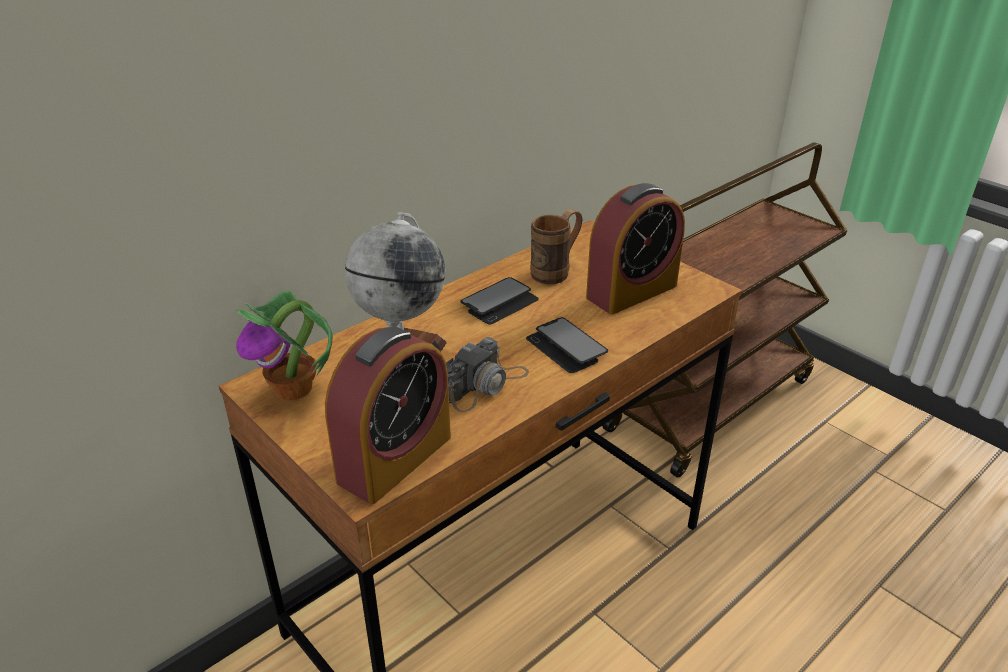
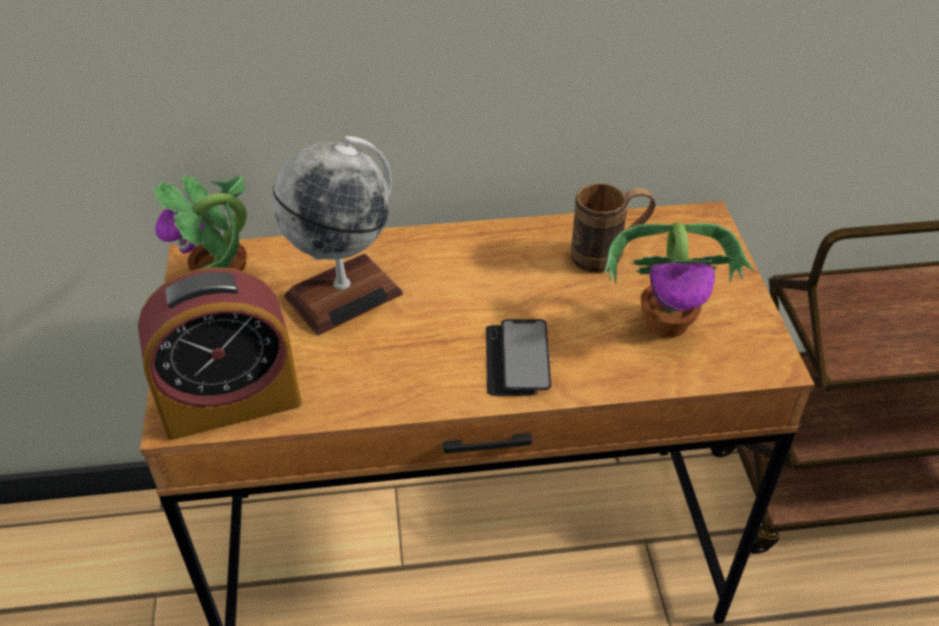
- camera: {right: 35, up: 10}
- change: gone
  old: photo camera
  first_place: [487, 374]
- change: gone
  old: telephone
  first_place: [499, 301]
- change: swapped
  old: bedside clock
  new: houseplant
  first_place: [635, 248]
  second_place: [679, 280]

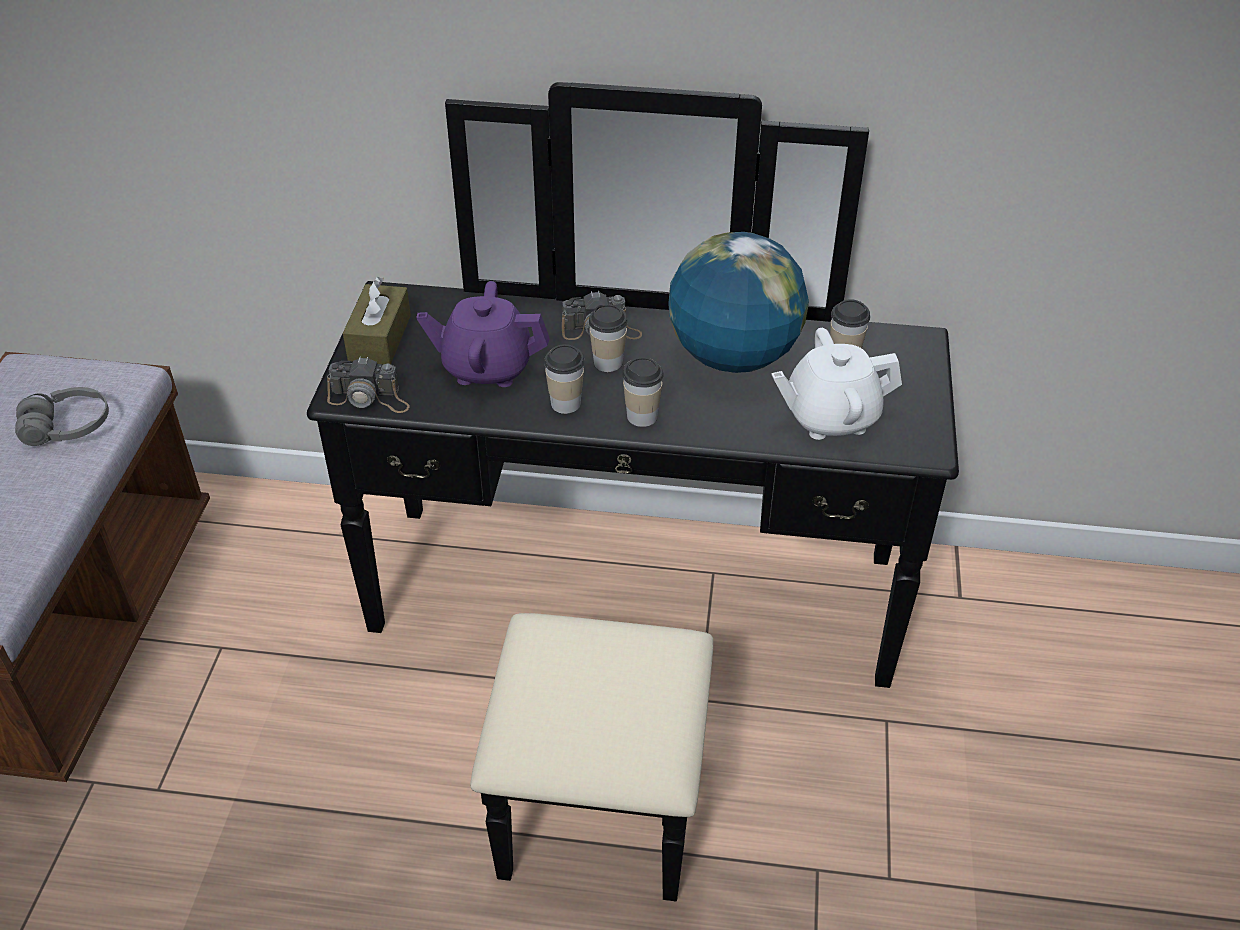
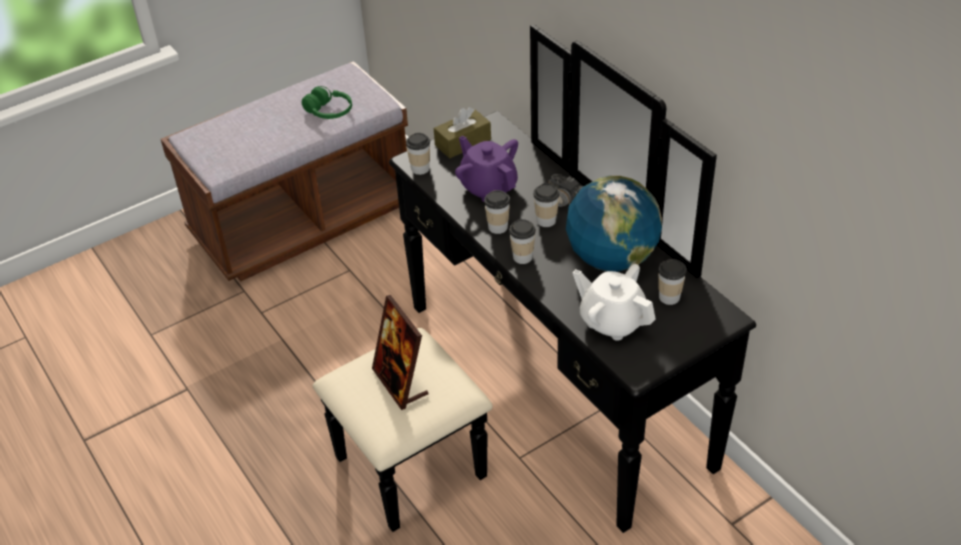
- camera: {right: 50, up: 0}
- change: repainted
  old: pair of headphones/greyish
  new: pair of headphones/green-coloured
  first_place: [62, 416]
  second_place: [327, 102]
- change: swapped
  old: photo camera
  new: drinking cup
  first_place: [368, 385]
  second_place: [418, 154]
- change: new
  new: standing frame
  second_place: [400, 352]

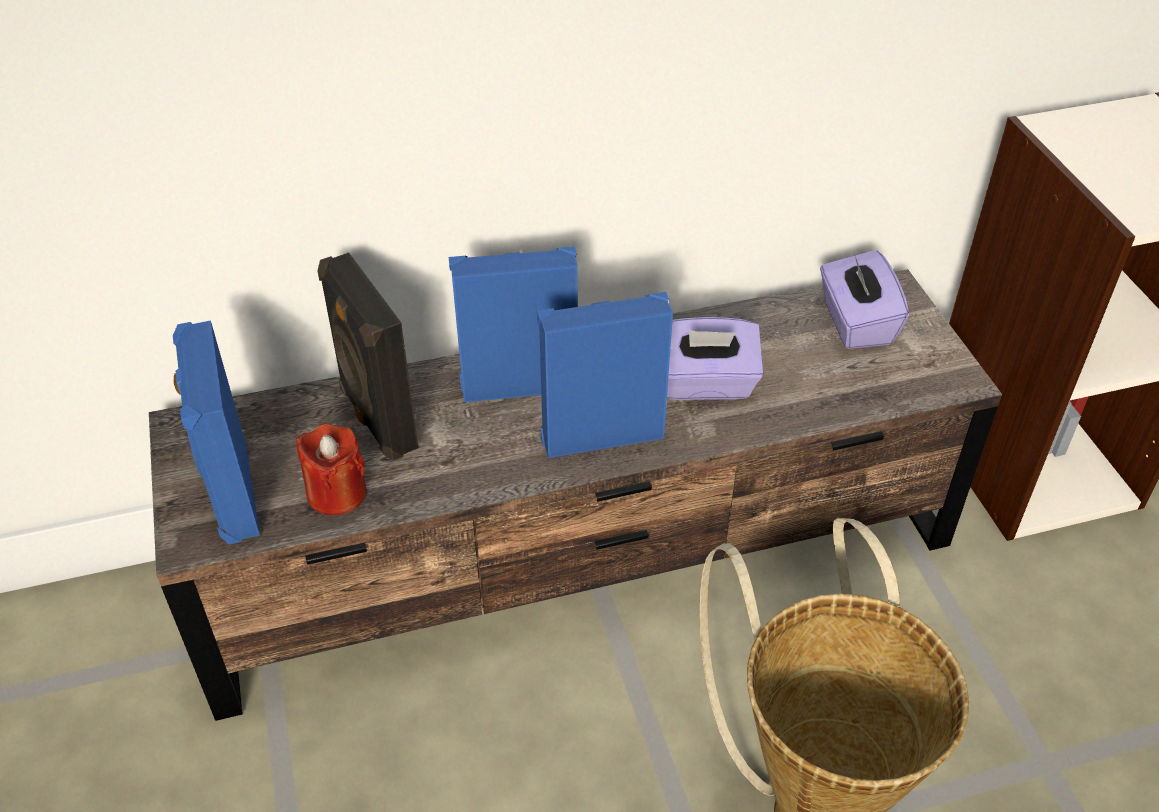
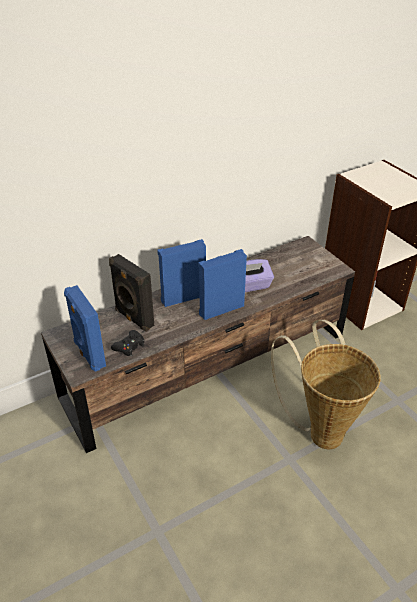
- camera: {right: -15, up: -5}
- change: swapped
  old: wax candle/red-coloured
  new: joypad/black-coloured
  first_place: [331, 469]
  second_place: [128, 343]
- change: gone
  old: tissue box/purple-coloured
  first_place: [864, 299]

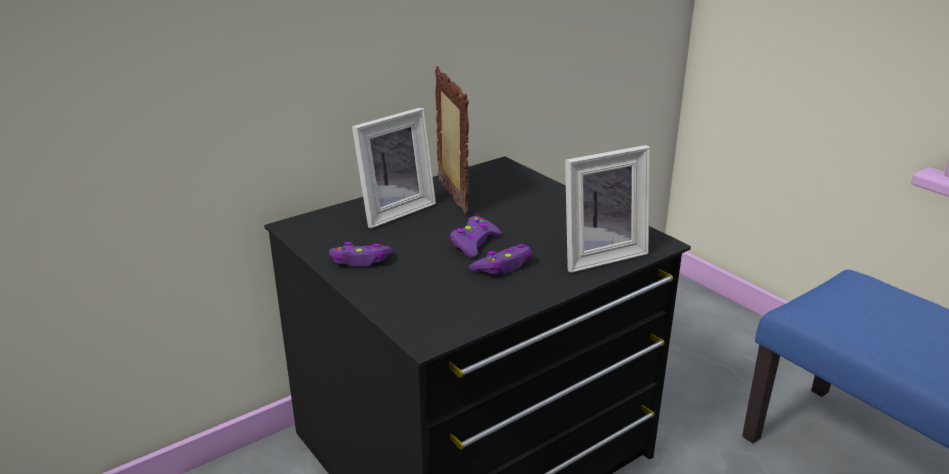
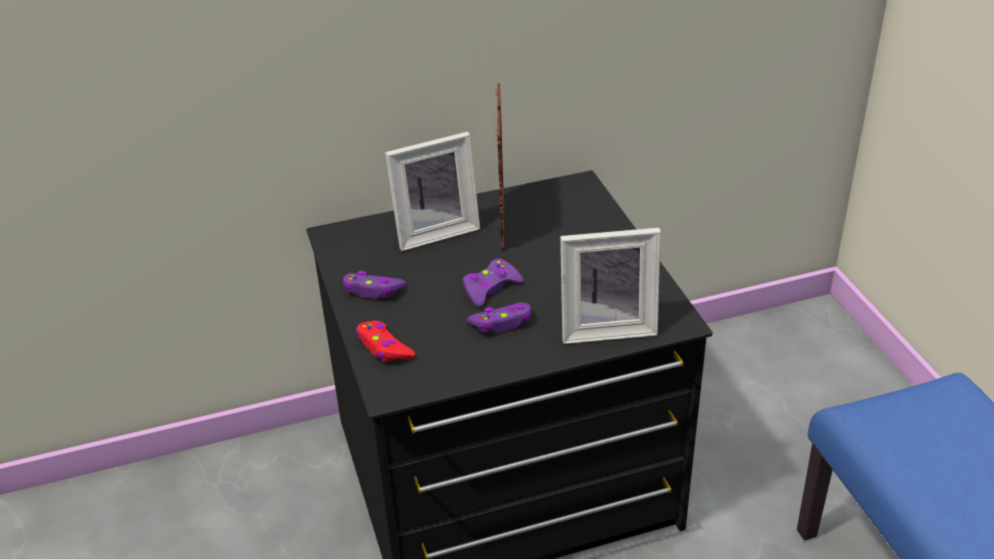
- camera: {right: 20, up: 10}
- change: new
  new: joypad/red-coloured
  second_place: [385, 341]

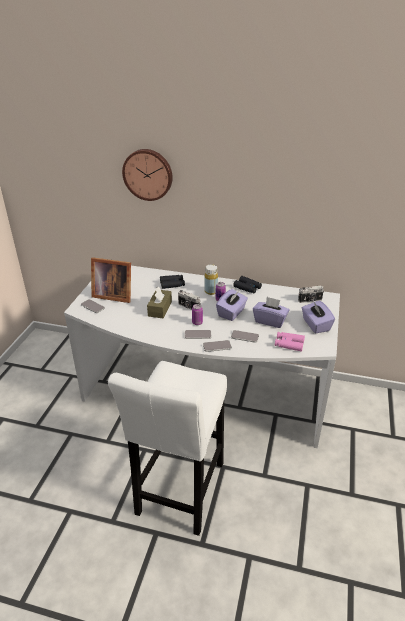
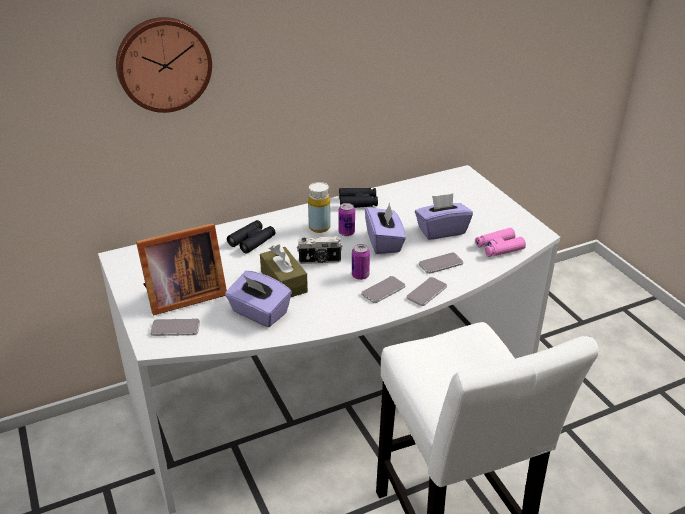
- camera: {right: -40, up: 0}
- change: gone
  old: photo camera
  first_place: [311, 294]
- change: shifted
  old: tissue box/purple-coloured
  first_place: [318, 317]
  second_place: [258, 299]

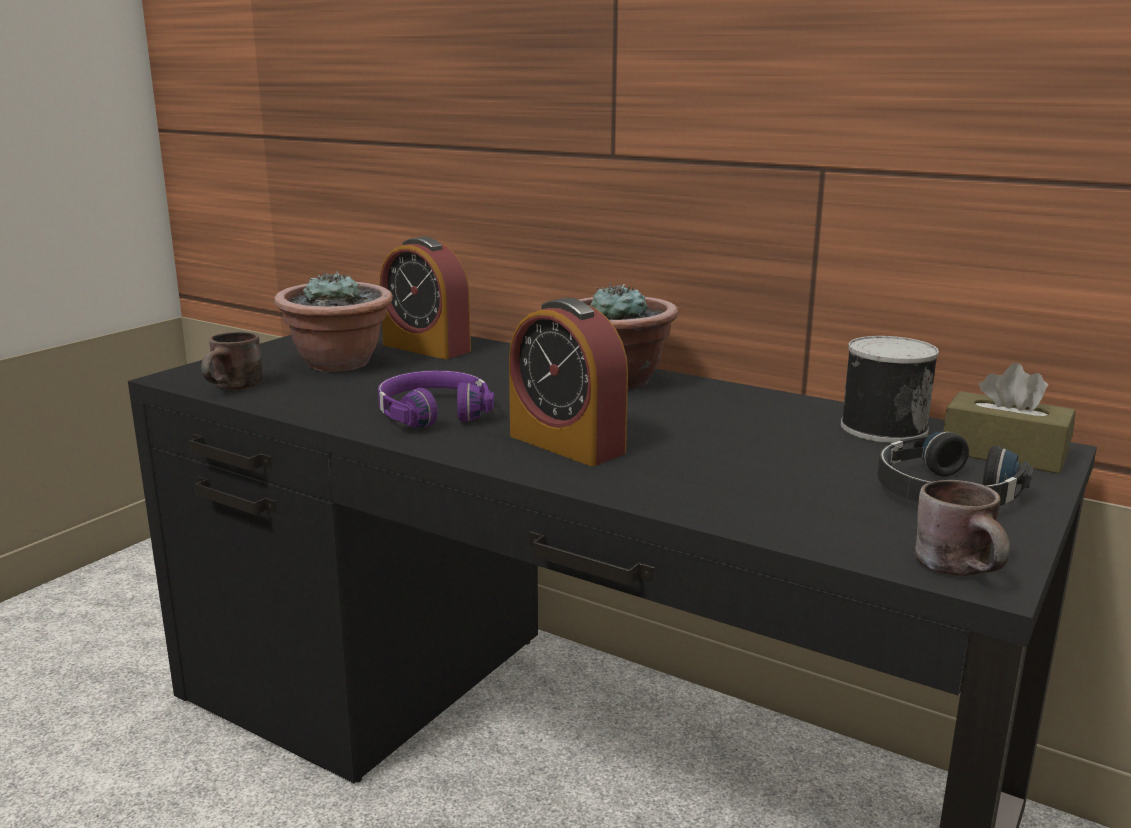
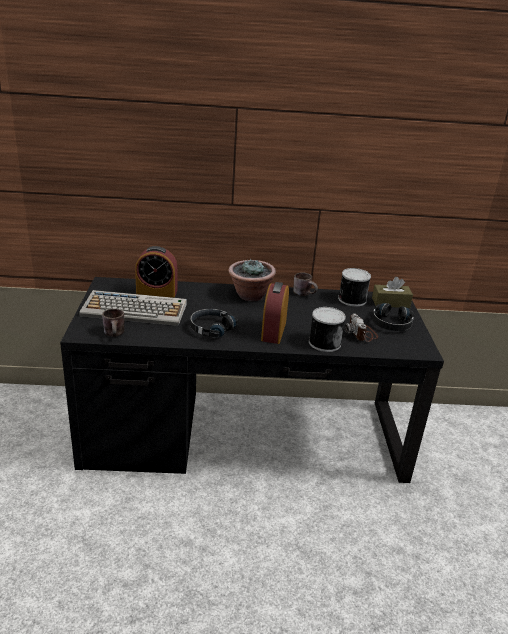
- camera: {right: -35, up: 10}
- change: swapped
  old: houseplant
  new: PC keyboard
  first_place: [333, 321]
  second_place: [133, 308]
- change: repainted
  old: pair of headphones/purple-coloured
  new: pair of headphones/black-coloured
  first_place: [436, 399]
  second_place: [214, 323]
- change: rotated
  old: bedside clock
  first_place: [568, 382]
  second_place: [275, 313]
  degrees: 90
- change: shifted
  old: mug/brown
  first_place: [962, 528]
  second_place: [305, 284]
- change: new
  new: metal can
  second_place: [327, 329]
- change: new
  new: photo camera
  second_place: [361, 327]

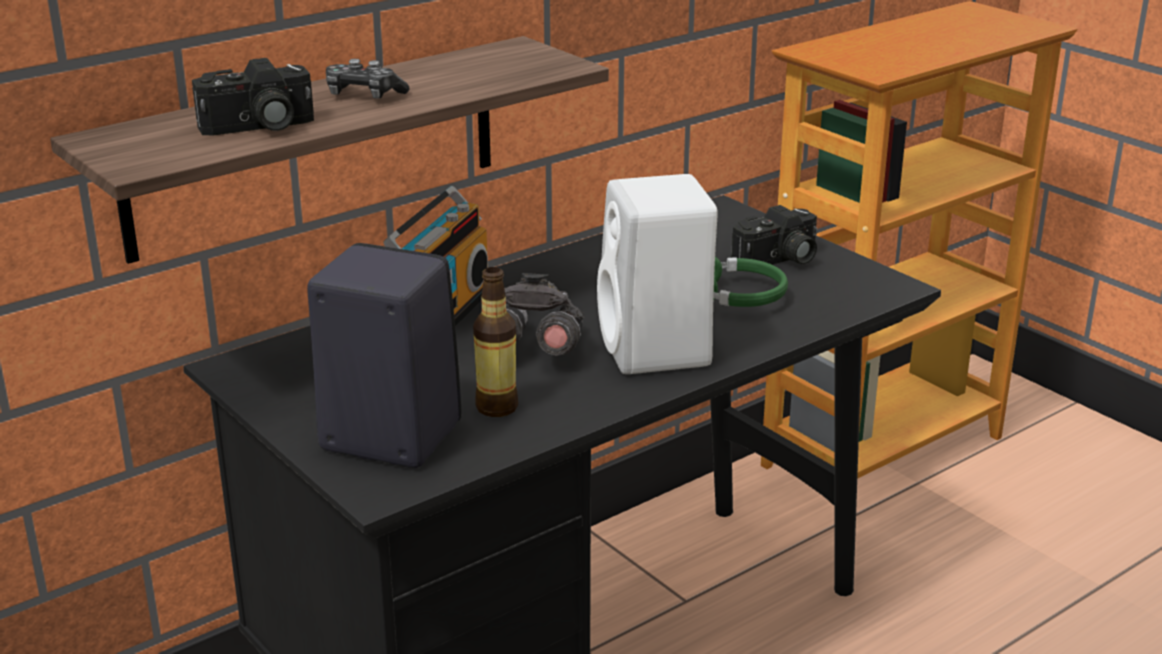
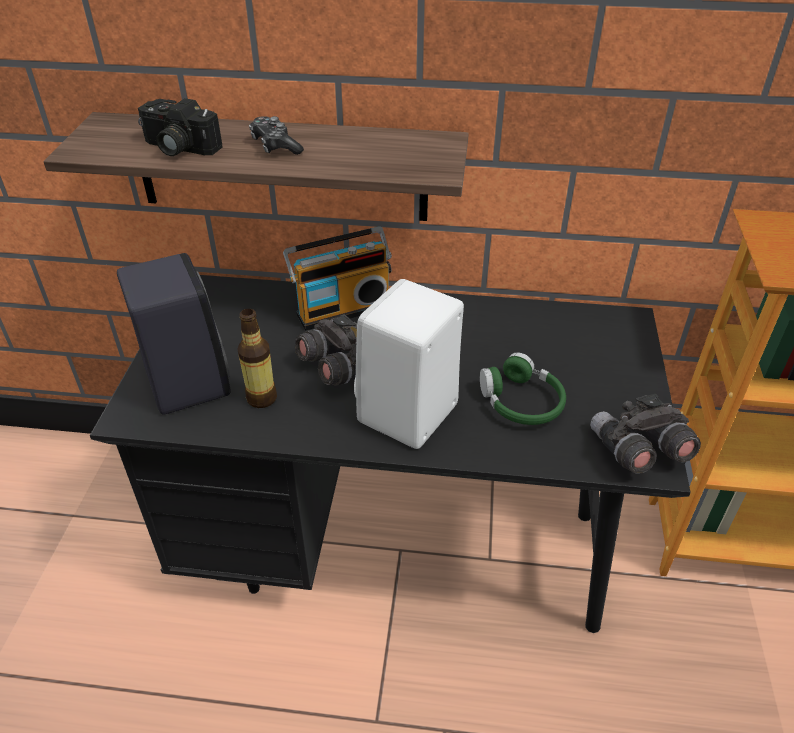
- camera: {right: 45, up: 15}
- change: gone
  old: photo camera
  first_place: [774, 235]
- change: new
  new: binoculars/greyish
  second_place: [645, 434]

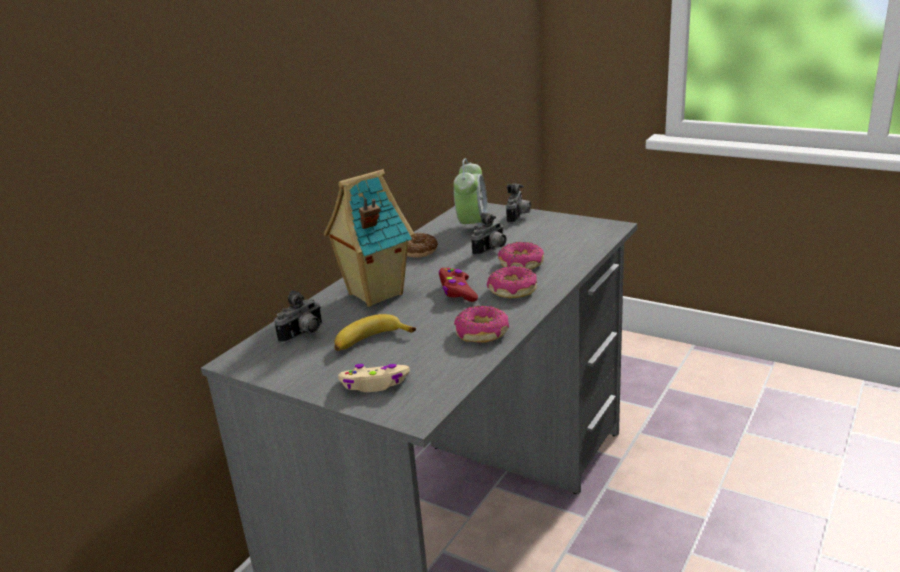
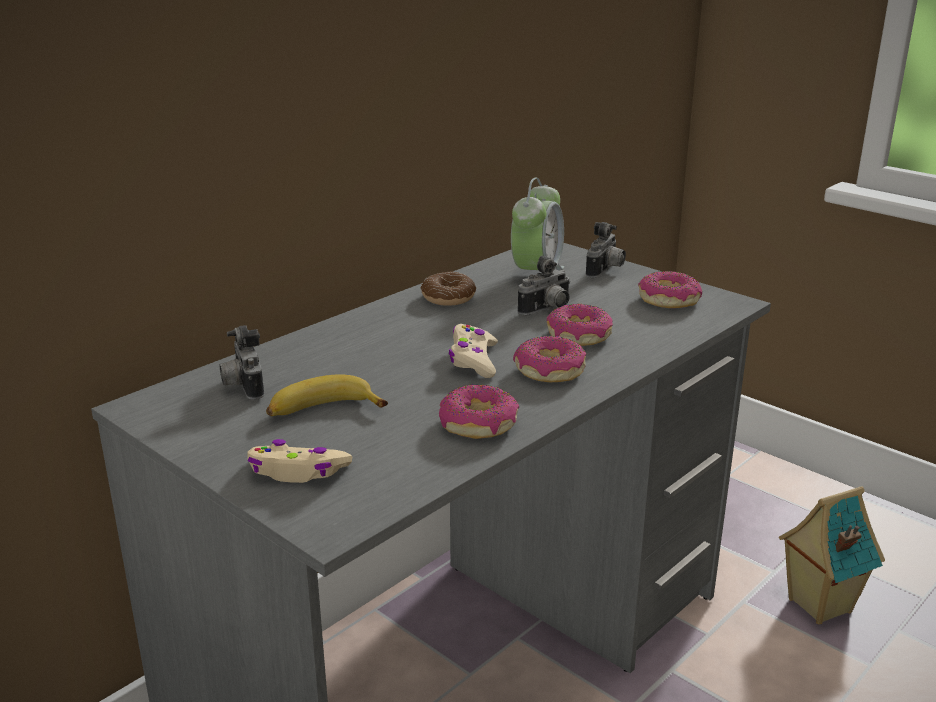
- camera: {right: 10, up: 0}
- change: rotated
  old: photo camera
  first_place: [298, 316]
  second_place: [241, 362]
  degrees: 105
- change: shifted
  old: toy house
  first_place: [369, 238]
  second_place: [832, 555]
- change: repainted
  old: joypad/red-coloured
  new: joypad/beige
  first_place: [458, 285]
  second_place: [473, 351]
- change: new
  new: ring doughnut
  second_place: [670, 289]

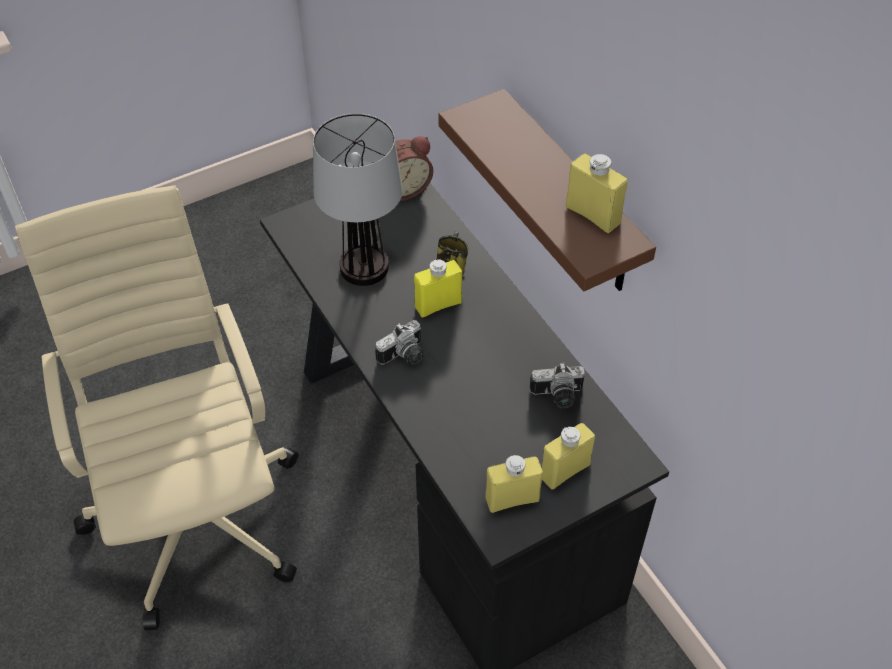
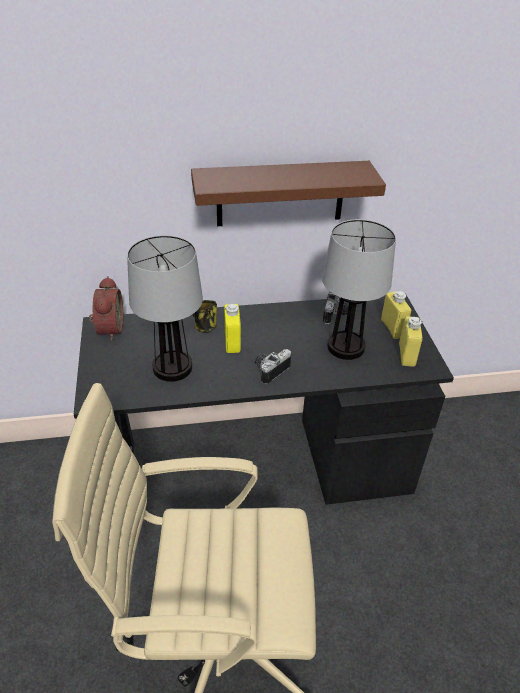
- camera: {right: -70, up: -10}
- change: rotated
  old: photo camera
  first_place: [399, 342]
  second_place: [273, 366]
  degrees: -120
- change: gone
  old: bottle/yellow
  first_place: [597, 193]
- change: new
  new: tabletop lamp
  second_place: [359, 289]

